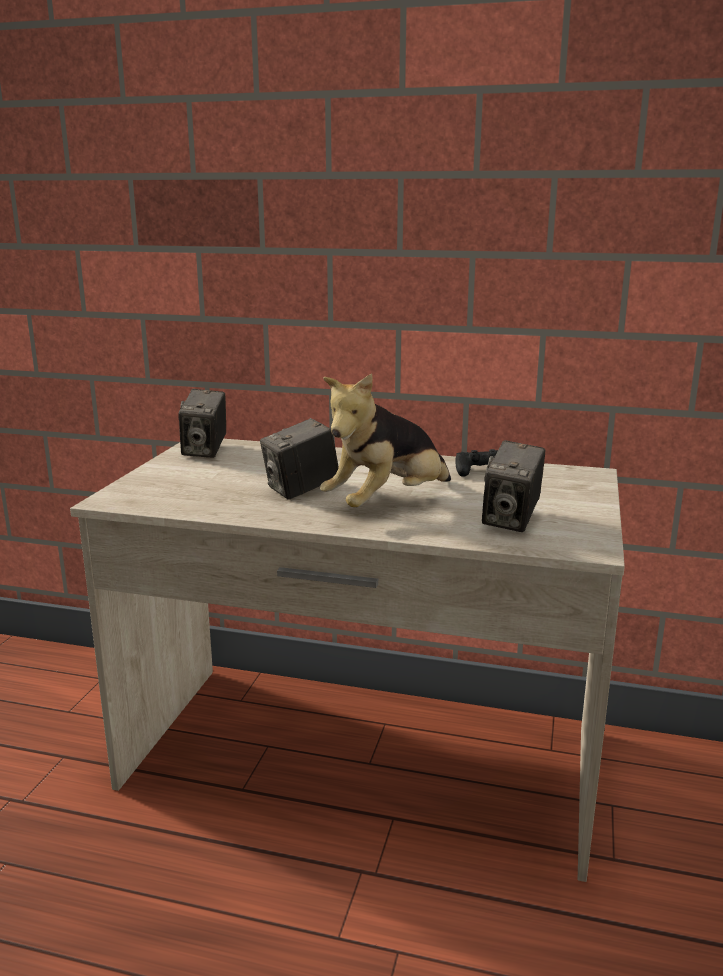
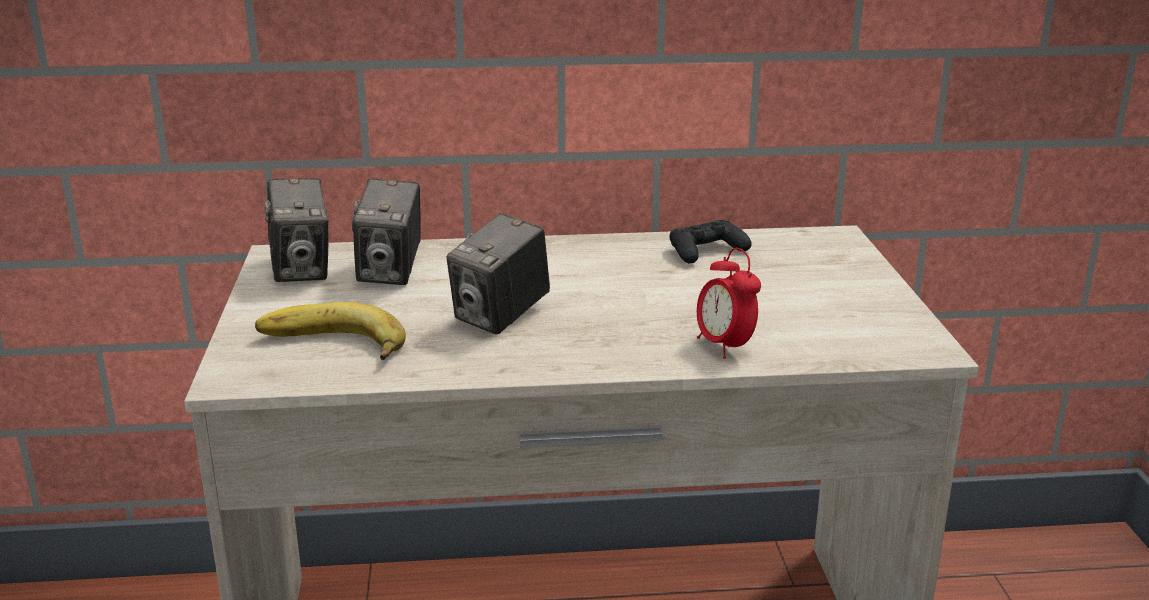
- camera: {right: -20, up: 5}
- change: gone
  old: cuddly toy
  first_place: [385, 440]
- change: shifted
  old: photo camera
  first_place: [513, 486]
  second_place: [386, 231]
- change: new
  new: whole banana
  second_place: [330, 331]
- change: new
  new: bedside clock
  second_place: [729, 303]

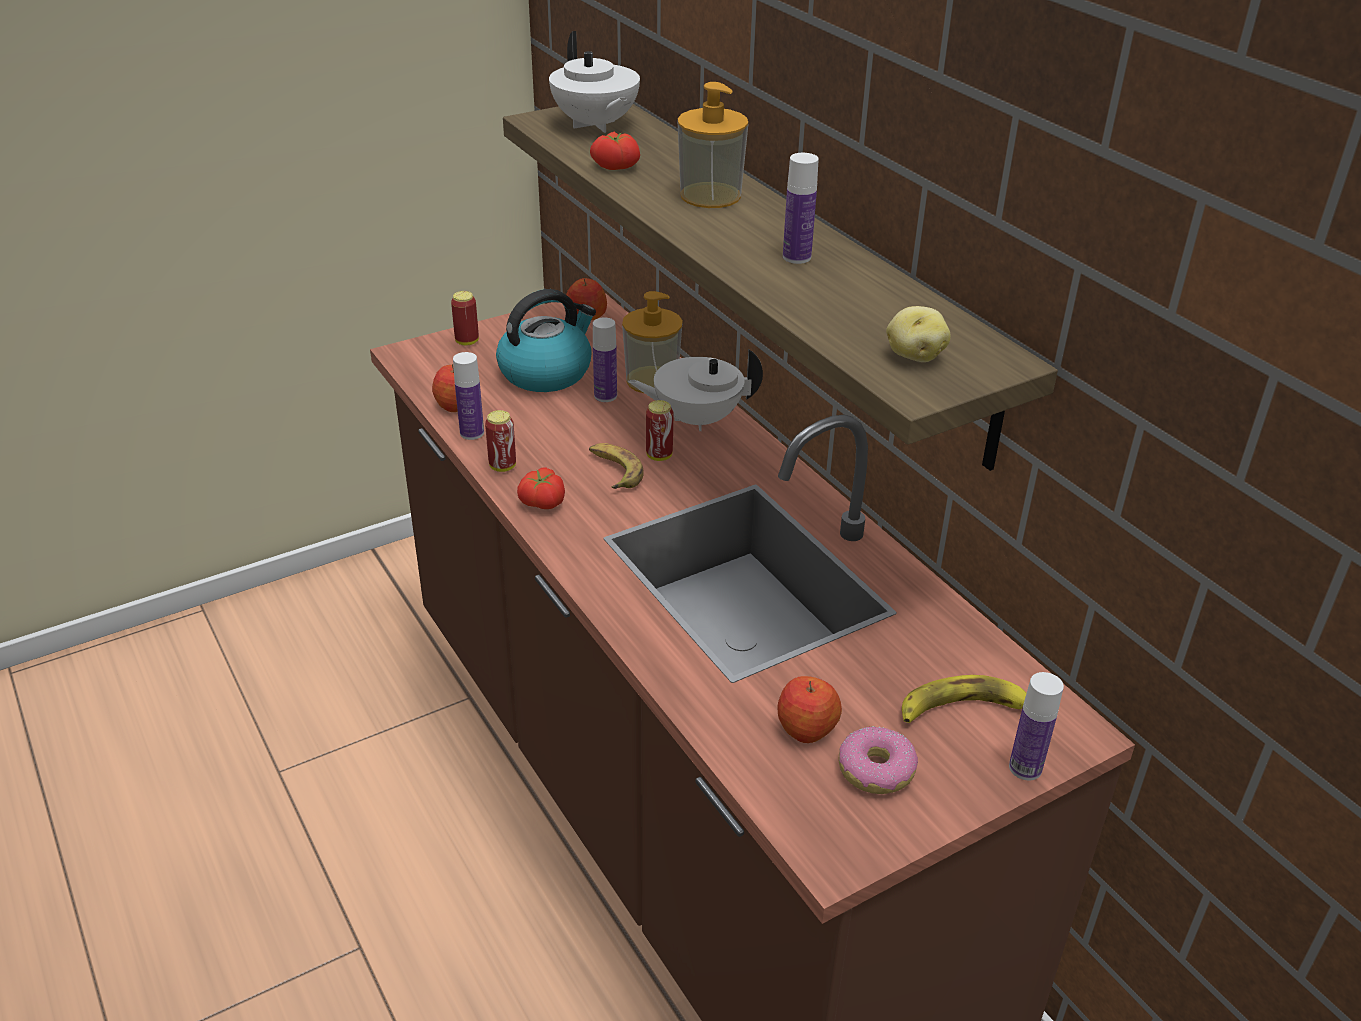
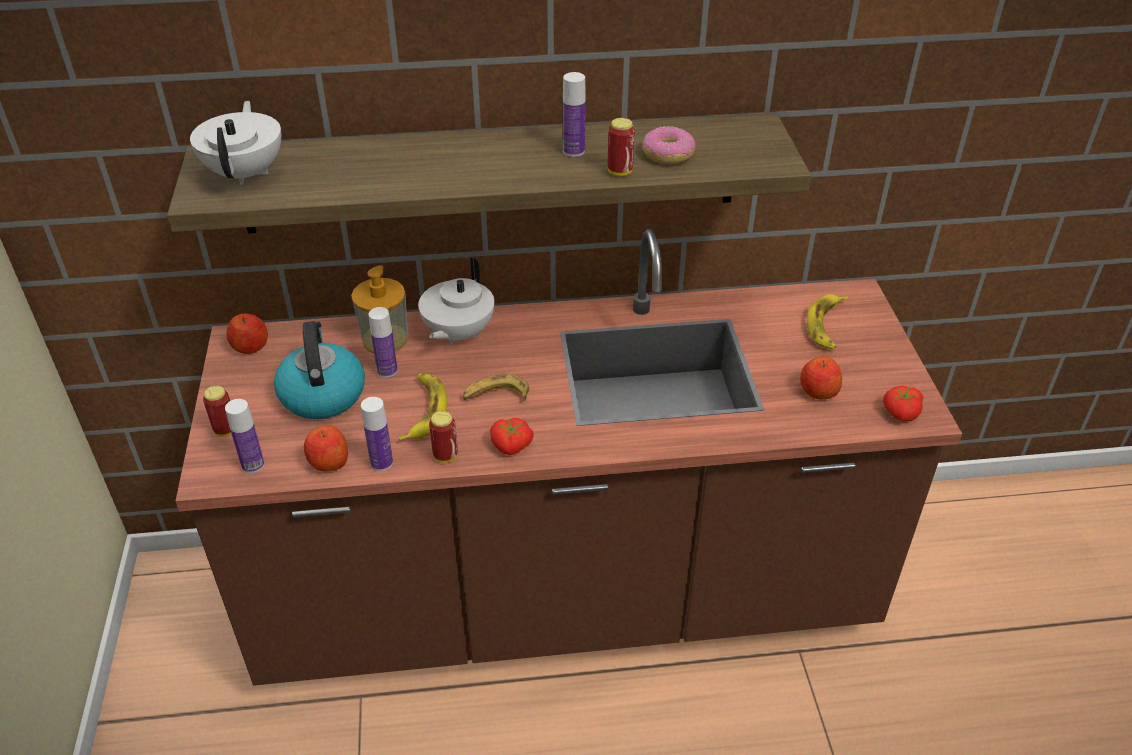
- camera: {right: -65, up: 5}
- change: rotated
  old: pot for tea/white-coloured
  first_place: [594, 82]
  second_place: [235, 143]
  degrees: -90
- change: shifted
  old: tomato
  first_place: [615, 151]
  second_place: [903, 403]
- change: shifted
  old: metal can
  first_place: [659, 430]
  second_place: [621, 147]
- change: gone
  old: soap bottle
  first_place: [712, 145]
- change: shifted
  old: ring doughnut
  first_place: [878, 760]
  second_place: [669, 145]
- change: gone
  old: potato
  first_place: [918, 334]
- change: shifted
  old: bottle
  first_place: [1036, 726]
  second_place: [245, 436]
- change: new
  new: whole banana
  second_place: [423, 406]

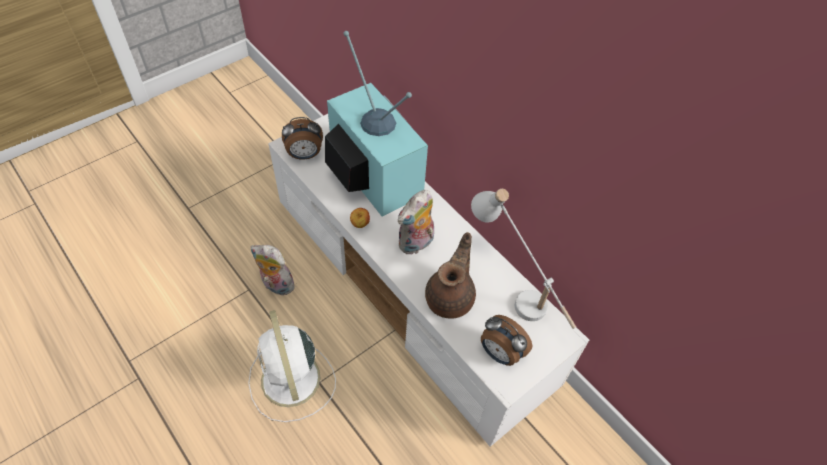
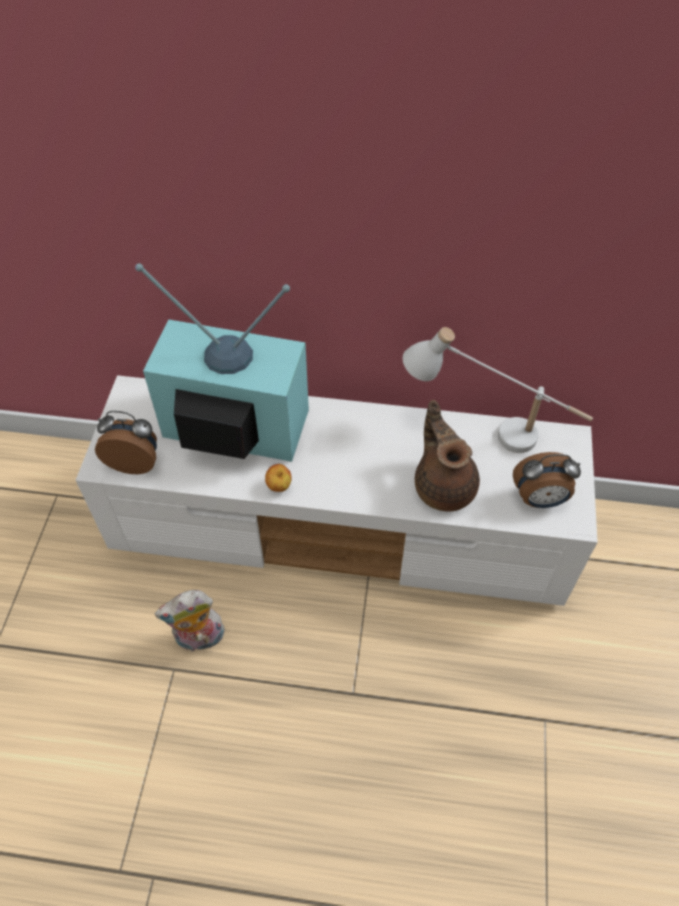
- camera: {right: -40, up: 0}
- change: gone
  old: electric fan/white-coloured
  first_place: [292, 366]
- change: rotated
  old: bedside clock
  first_place: [302, 138]
  second_place: [126, 442]
  degrees: -120
- change: gone
  old: cuddly toy
  first_place: [416, 222]

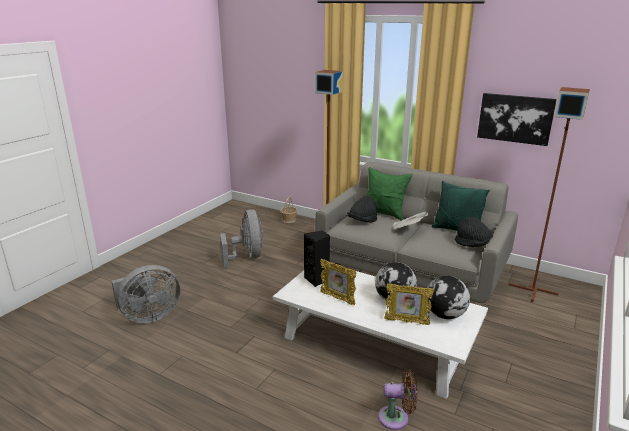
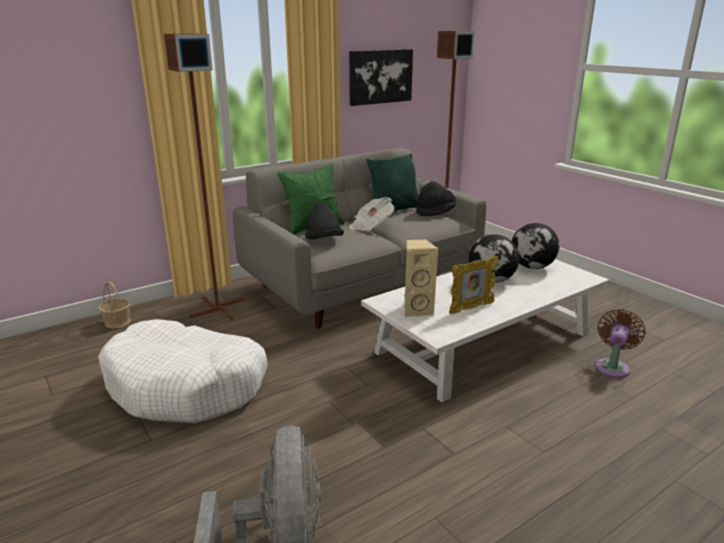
- camera: {right: -65, up: 0}
- change: swapped
  old: electric fan/greyish
  new: dog cushion/white-coloured
  first_place: [241, 238]
  second_place: [183, 371]
- change: repainted
  old: loudspeaker/black-coloured
  new: loudspeaker/beige
  first_place: [317, 258]
  second_place: [421, 278]
- change: gone
  old: standing frame
  first_place: [409, 304]

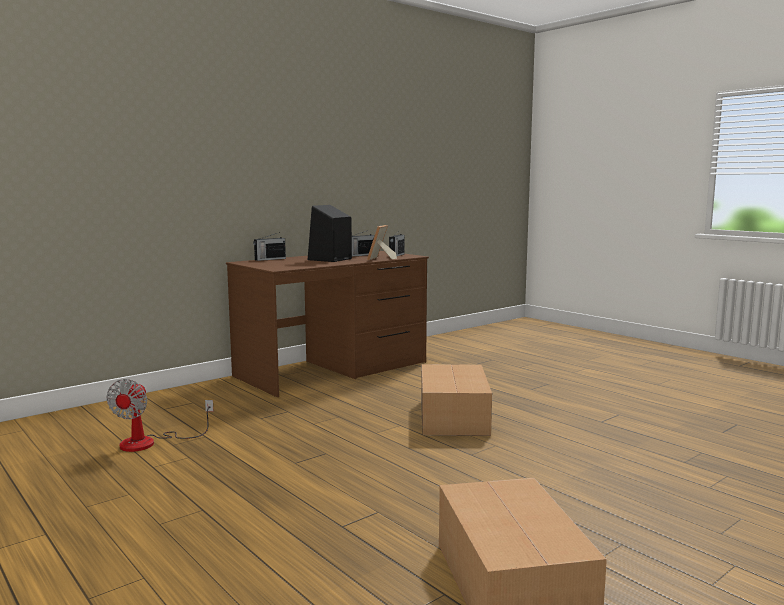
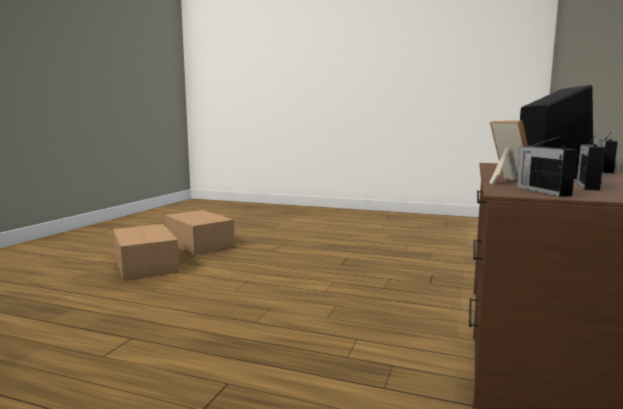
- camera: {right: 150, up: 0}
- change: gone
  old: electric fan
  first_place: [160, 415]
- change: shifted
  old: carton
  first_place: [456, 400]
  second_place: [146, 252]

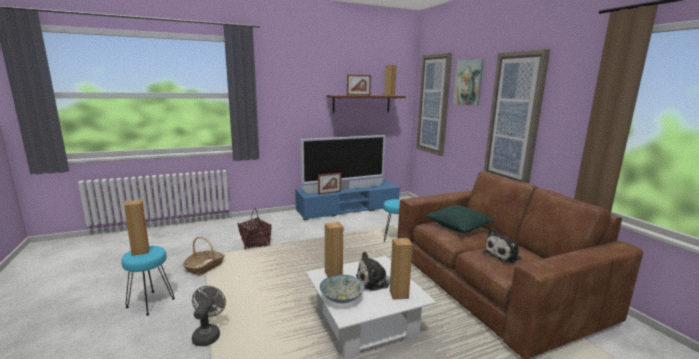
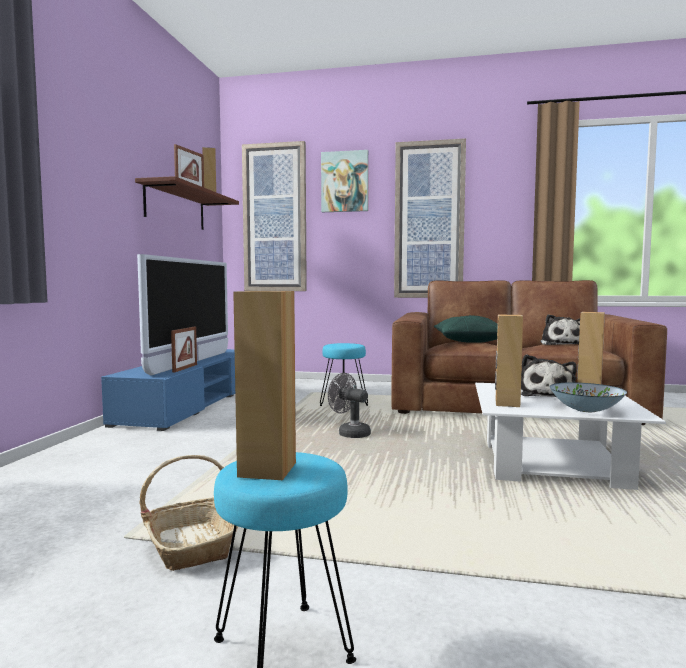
- camera: {right: -55, up: -10}
- change: shifted
  old: electric fan/greyish
  first_place: [209, 316]
  second_place: [349, 405]
- change: gone
  old: household basket
  first_place: [254, 228]

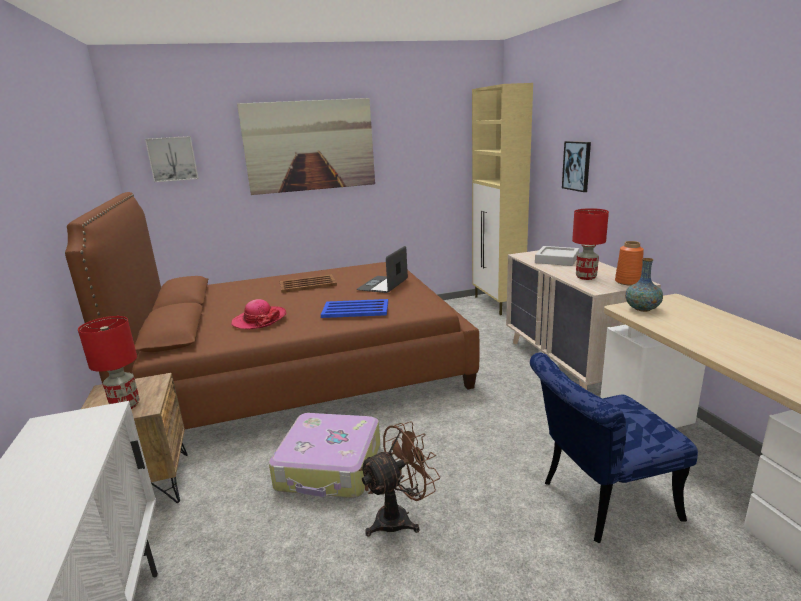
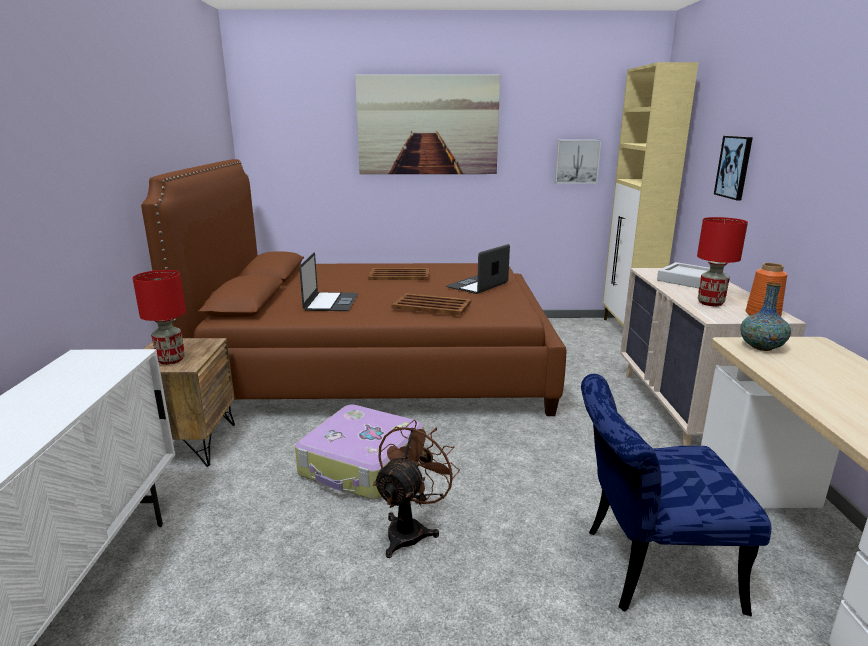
- camera: {right: 15, up: 0}
- change: shifted
  old: wall picture
  first_place: [172, 159]
  second_place: [578, 162]
- change: swapped
  old: wearable hat
  new: portable computer
  first_place: [259, 314]
  second_place: [328, 281]
- change: repainted
  old: tray/bluish
  new: tray/brown
  first_place: [354, 308]
  second_place: [431, 304]
- change: rotated
  old: electric fan/brown
  first_place: [399, 478]
  second_place: [416, 489]
  degrees: -45

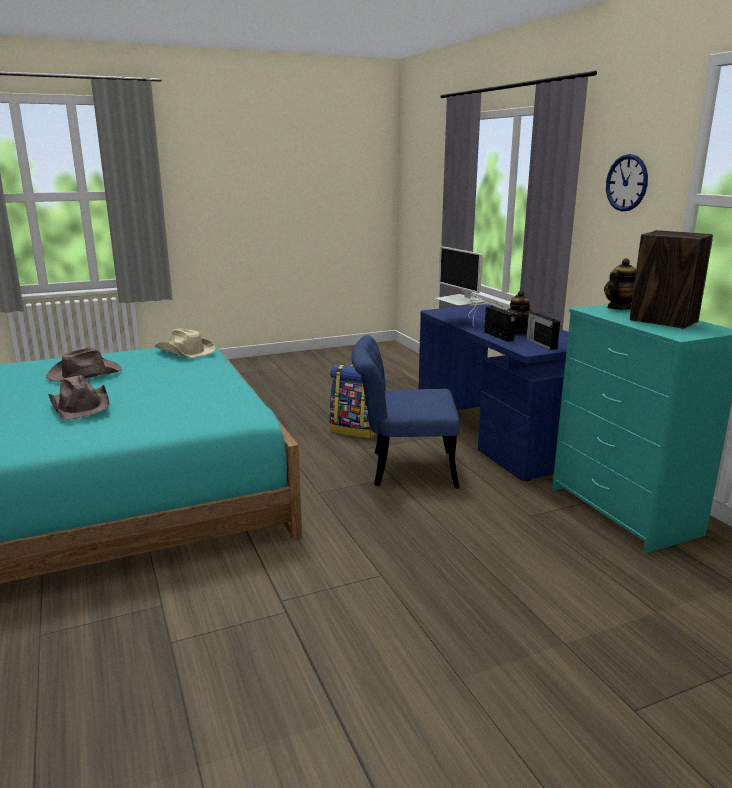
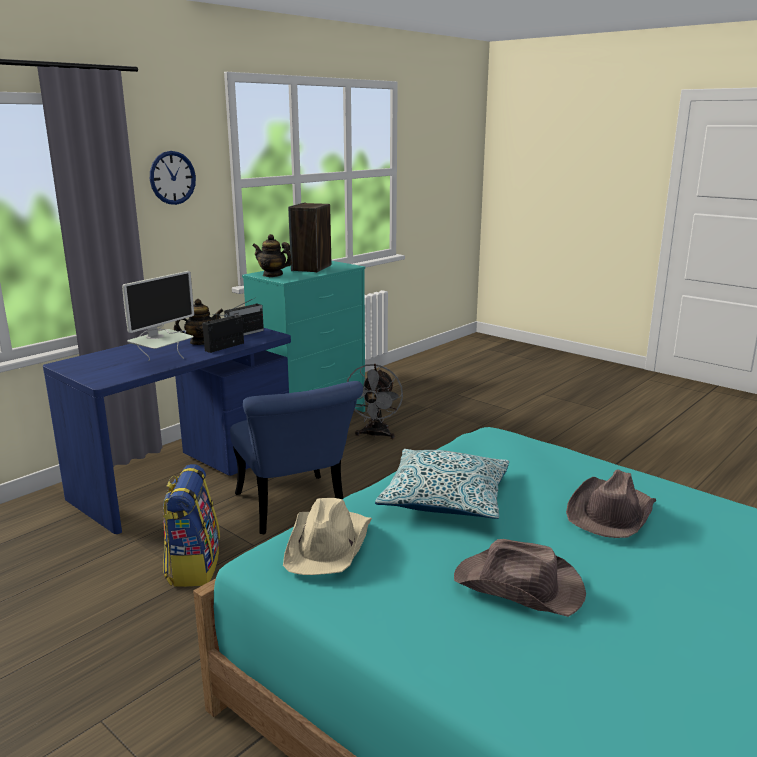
- camera: {right: -115, up: 0}
- change: new
  new: electric fan/greyish
  second_place: [375, 401]
- change: new
  new: cushion
  second_place: [442, 484]

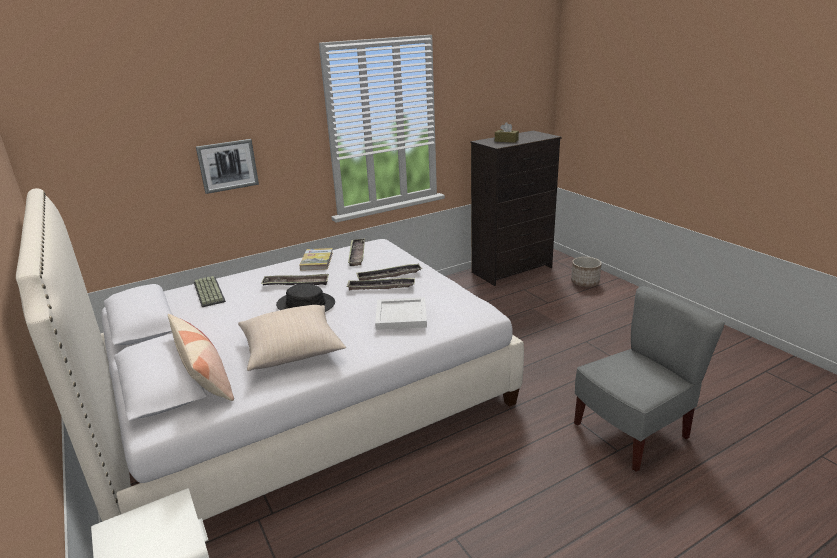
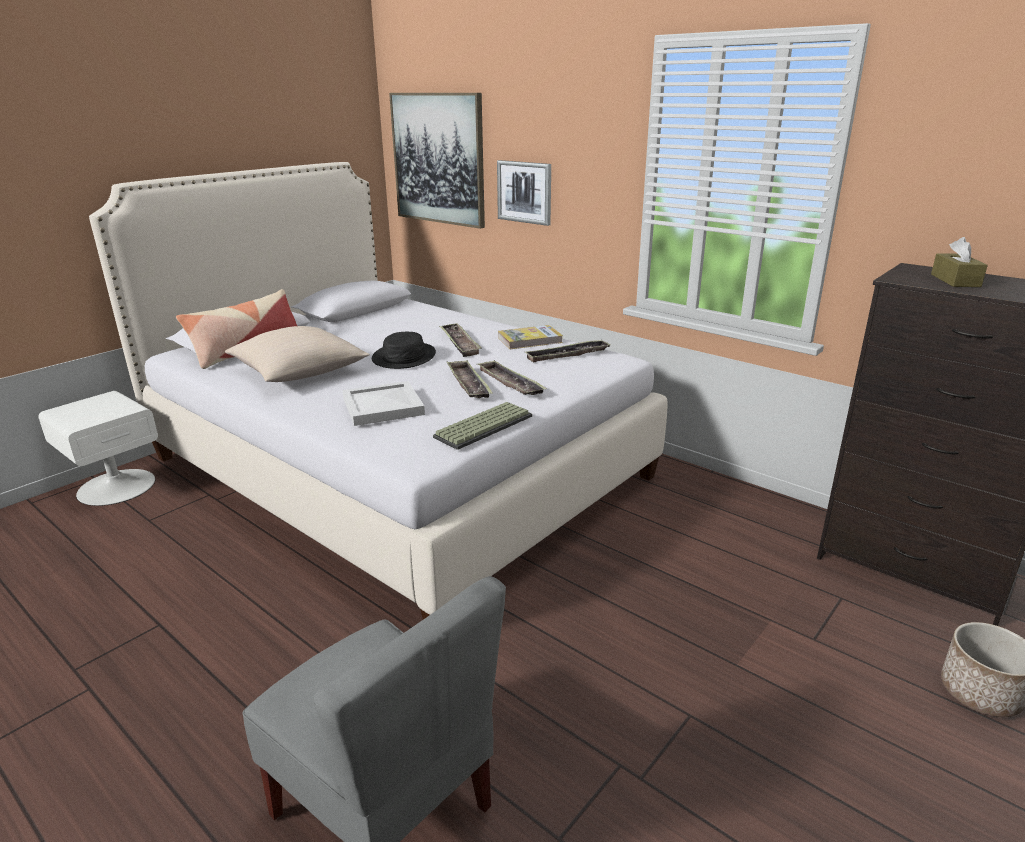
- camera: {right: 70, up: 0}
- change: shifted
  old: PC keyboard
  first_place: [210, 291]
  second_place: [482, 426]
- change: new
  new: wall picture
  second_place: [437, 161]

